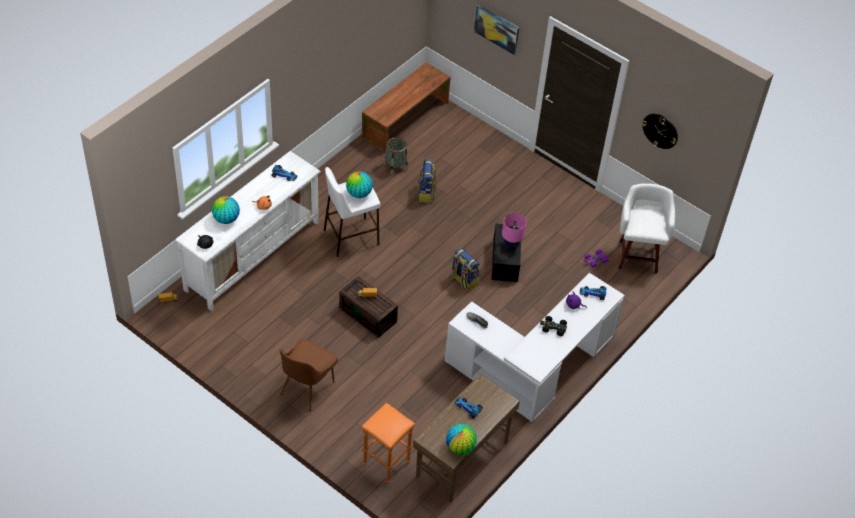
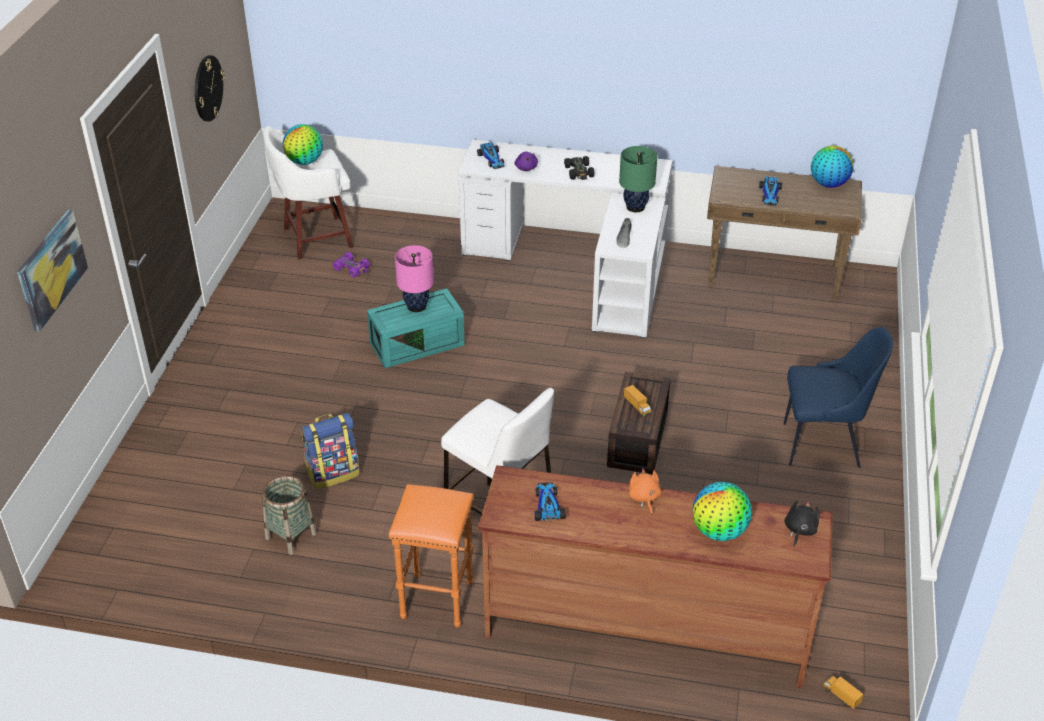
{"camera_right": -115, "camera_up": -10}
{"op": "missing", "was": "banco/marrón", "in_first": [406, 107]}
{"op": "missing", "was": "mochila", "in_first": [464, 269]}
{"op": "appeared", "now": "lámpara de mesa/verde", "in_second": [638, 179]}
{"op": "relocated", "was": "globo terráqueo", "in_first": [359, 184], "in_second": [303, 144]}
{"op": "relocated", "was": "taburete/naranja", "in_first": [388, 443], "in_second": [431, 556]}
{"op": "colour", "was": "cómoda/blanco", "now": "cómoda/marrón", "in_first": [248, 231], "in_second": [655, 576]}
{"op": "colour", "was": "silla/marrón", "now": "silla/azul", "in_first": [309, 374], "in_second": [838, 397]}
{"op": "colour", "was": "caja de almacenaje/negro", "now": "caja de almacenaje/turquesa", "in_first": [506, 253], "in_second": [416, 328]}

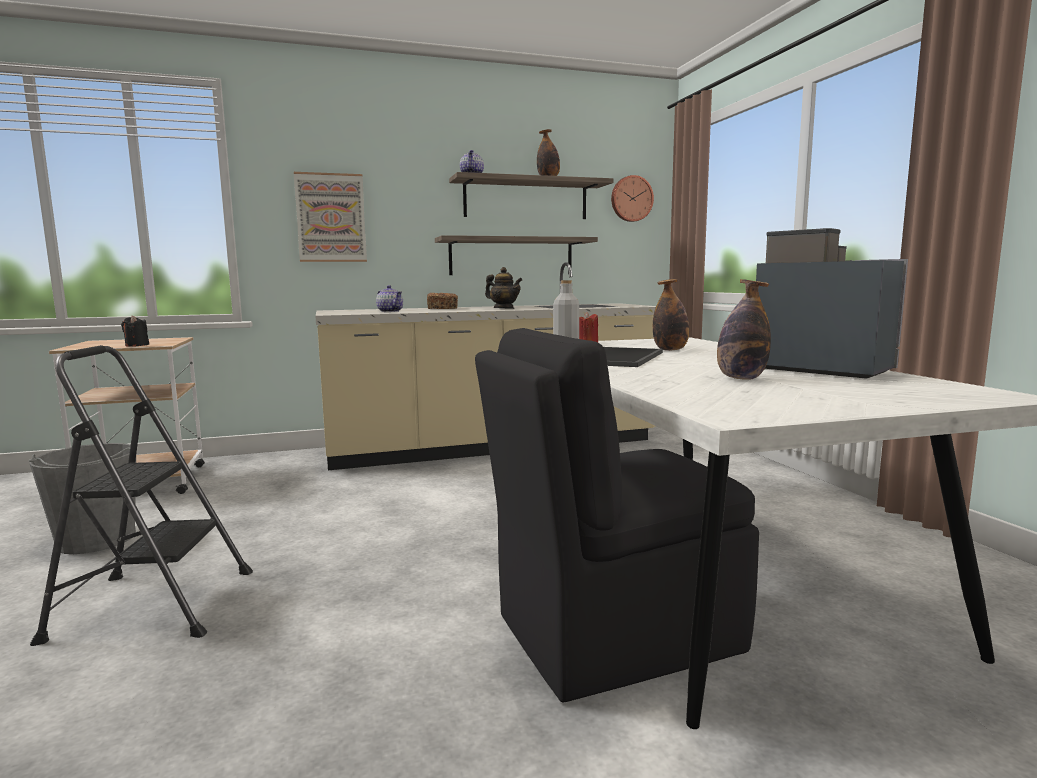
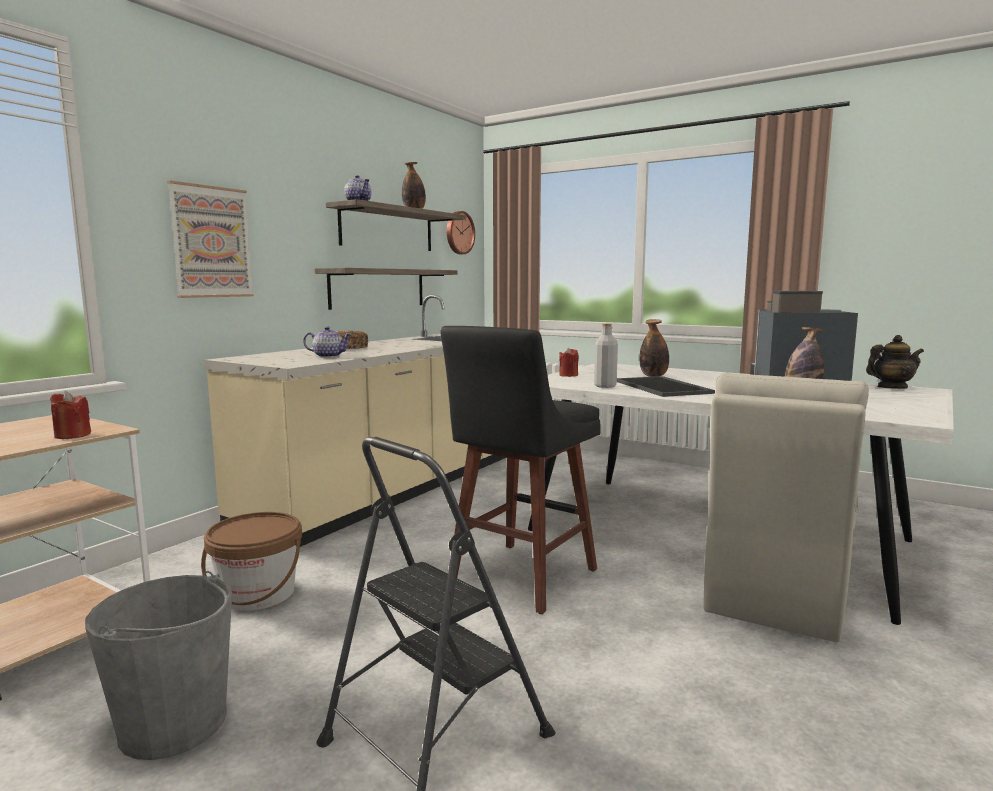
{"camera_right": -40, "camera_up": 0}
{"op": "appeared", "now": "cubo/marrón", "in_second": [251, 561]}
{"op": "appeared", "now": "taburete/negro", "in_second": [521, 470]}
{"op": "relocated", "was": "tetera", "in_first": [503, 288], "in_second": [895, 362]}
{"op": "colour", "was": "vela/negro", "now": "vela/rojo", "in_first": [135, 331], "in_second": [70, 415]}
{"op": "colour", "was": "silla/negro", "now": "silla/beis", "in_first": [617, 515], "in_second": [786, 508]}

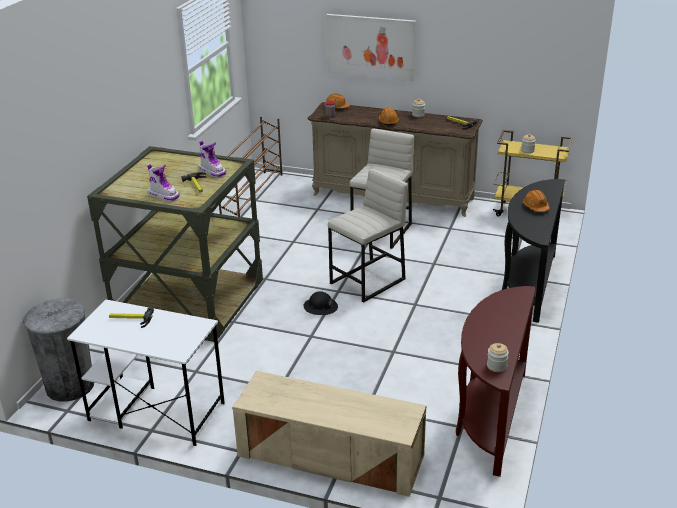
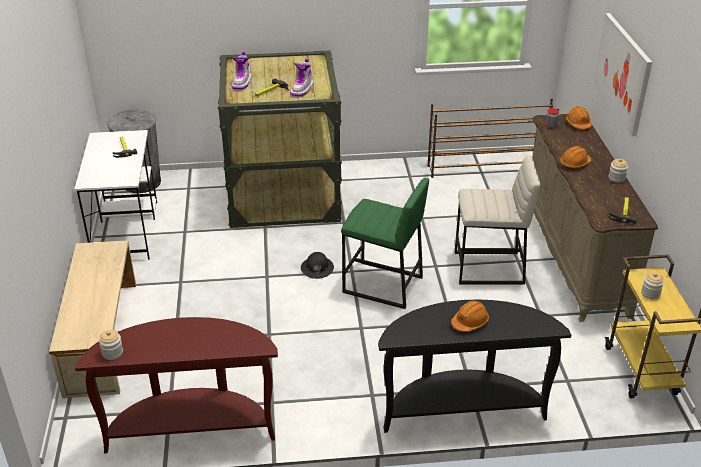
{"camera_right": 65, "camera_up": 5}
{"op": "colour", "was": "taburete/beis", "now": "taburete/verde", "in_first": [368, 236], "in_second": [385, 243]}

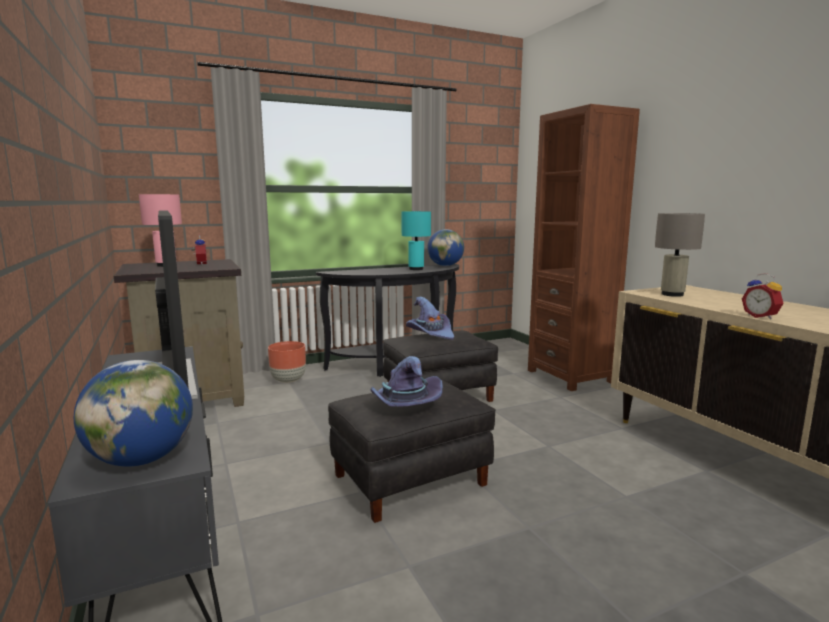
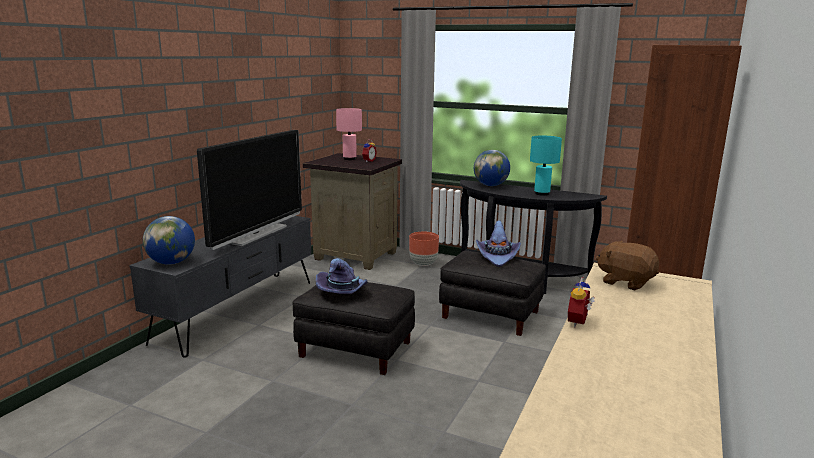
{"camera_right": 50, "camera_up": 5}
{"op": "relocated", "was": "globo terráqueo", "in_first": [445, 247], "in_second": [492, 168]}
{"op": "exchanged", "was": "lámpara de mesa/gris", "now": "peluche/marrón", "in_first": [680, 255], "in_second": [627, 265]}

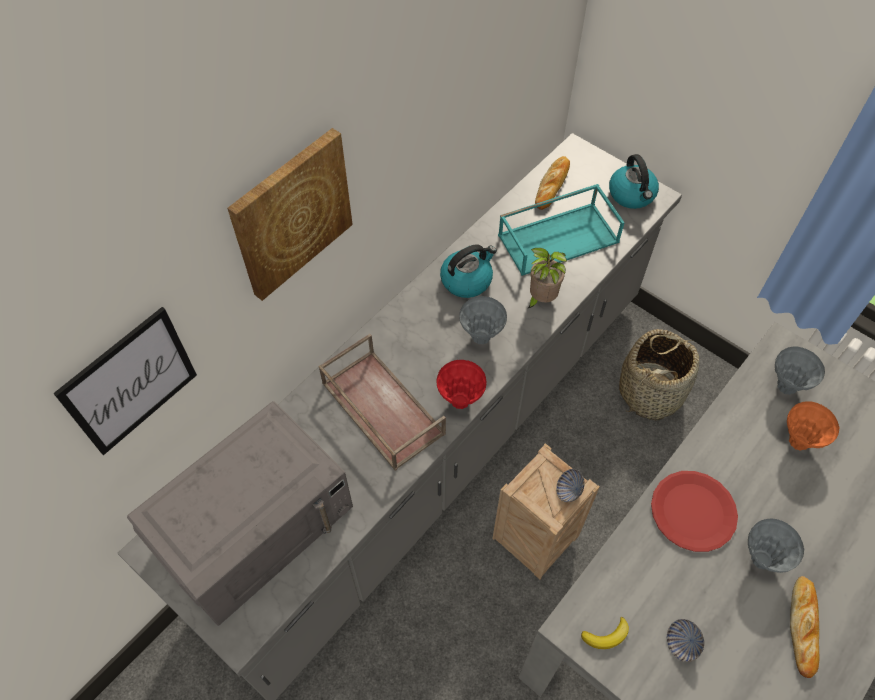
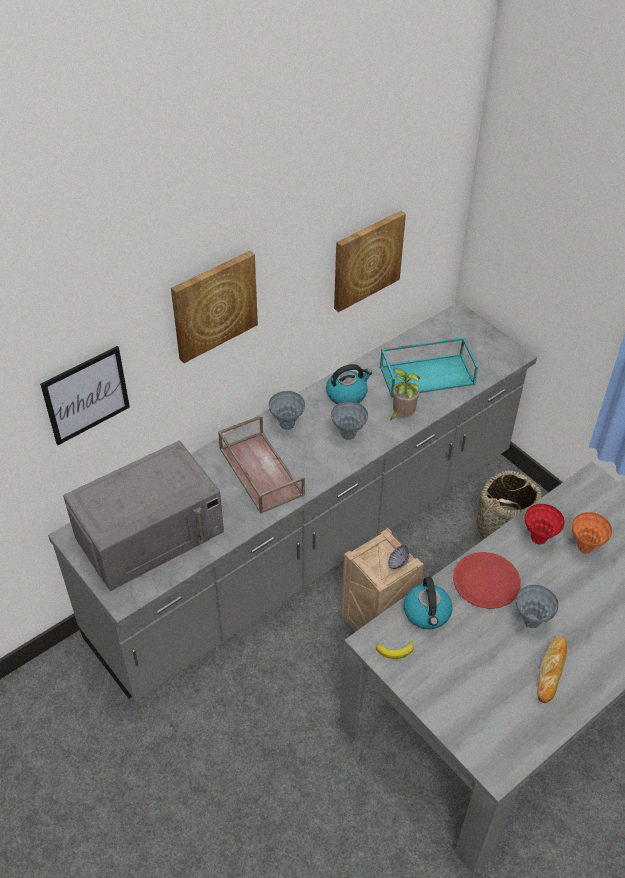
{"camera_right": 10, "camera_up": -10}
{"op": "missing", "was": "pan", "in_first": [552, 183]}
{"op": "missing", "was": "cuenco", "in_first": [685, 640]}
{"op": "appeared", "now": "cuadro", "in_second": [370, 261]}
{"op": "relocated", "was": "florero/rojo", "in_first": [461, 384], "in_second": [544, 524]}
{"op": "relocated", "was": "hervidor", "in_first": [634, 181], "in_second": [428, 603]}
{"op": "relocated", "was": "florero/gris", "in_first": [800, 371], "in_second": [287, 410]}

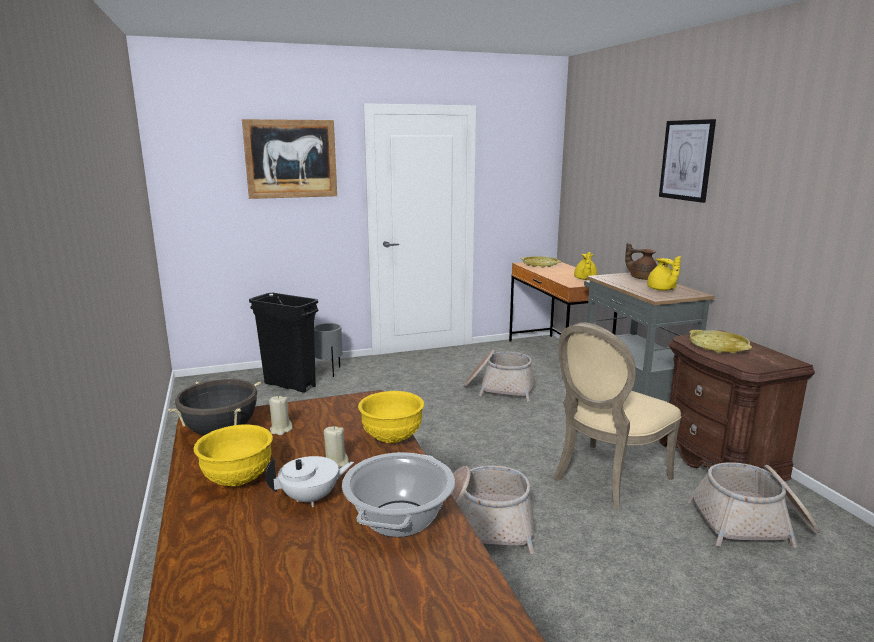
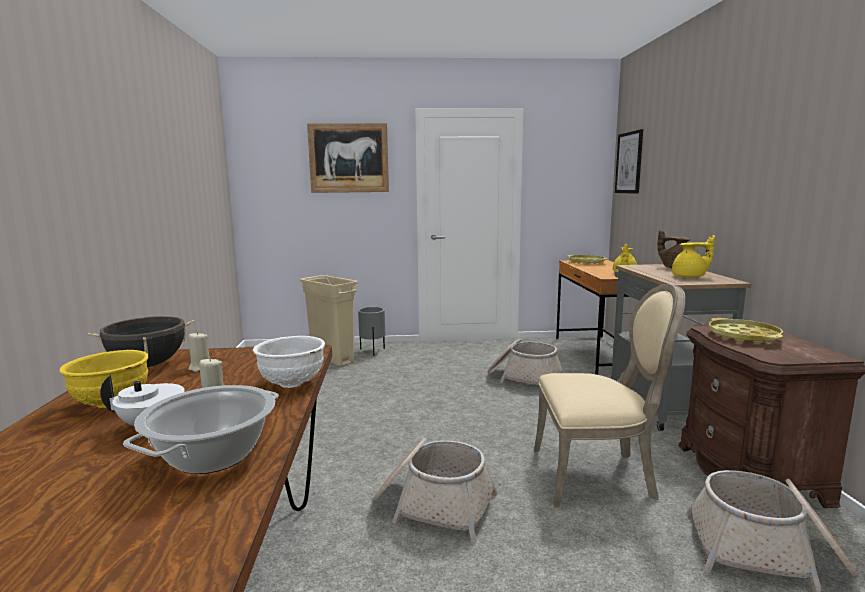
{"camera_right": 15, "camera_up": -5}
{"op": "relocated", "was": "cuadro", "in_first": [687, 161], "in_second": [629, 161]}
{"op": "colour", "was": "papelera/negro", "now": "papelera/beis", "in_first": [284, 343], "in_second": [329, 320]}
{"op": "colour", "was": "cuenco/amarillo", "now": "cuenco/blanco", "in_first": [391, 417], "in_second": [289, 362]}
{"op": "spun", "was": "silla/beis", "in_first": [617, 416], "in_second": [610, 395], "clockwise": -150}
{"op": "spun", "was": "tetera/amarillo", "in_first": [664, 273], "in_second": [693, 256], "clockwise": -90}

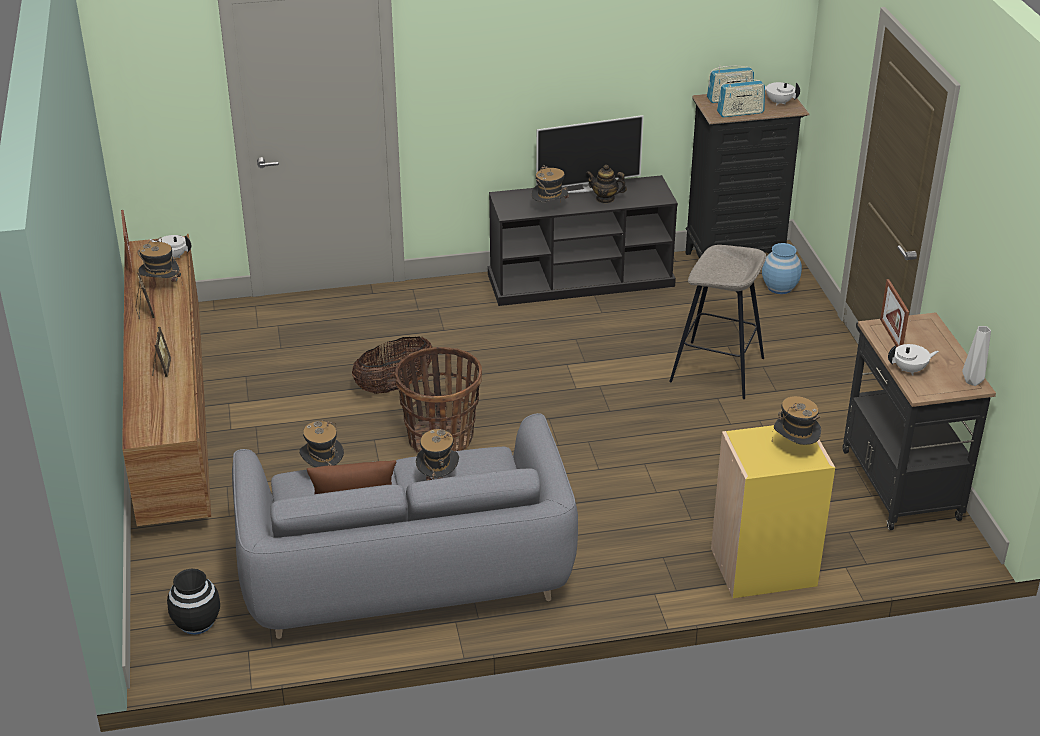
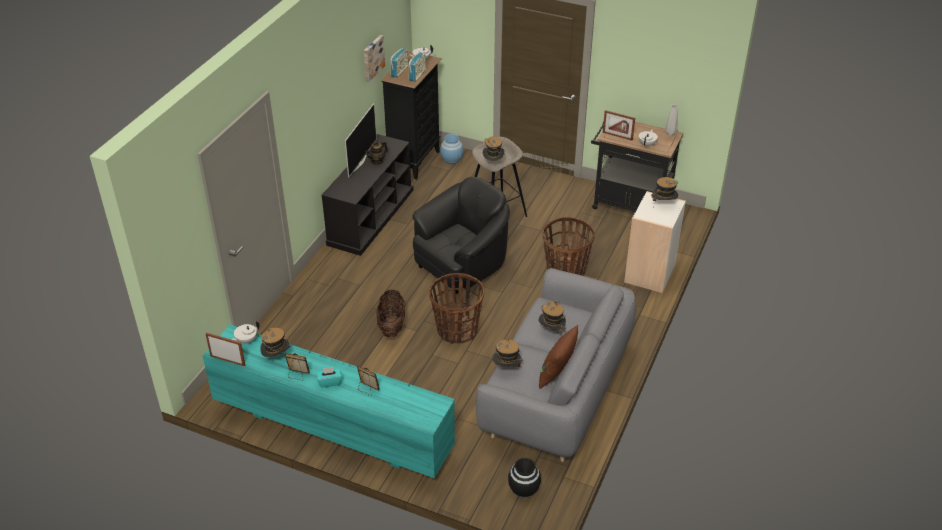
{"camera_right": -55, "camera_up": 5}
{"op": "appeared", "now": "caja de pañuelos/turquesa", "in_second": [329, 377]}
{"op": "appeared", "now": "cuadro", "in_second": [374, 58]}
{"op": "appeared", "now": "sillón/negro", "in_second": [461, 235]}
{"op": "appeared", "now": "cesta", "in_second": [568, 246]}
{"op": "relocated", "was": "sombrero", "in_first": [550, 183], "in_second": [494, 149]}
{"op": "colour", "was": "armario/marrón", "now": "armario/turquesa", "in_first": [166, 380], "in_second": [328, 401]}
{"op": "colour", "was": "estantería/amarillo", "now": "estantería/blanco", "in_first": [773, 511], "in_second": [655, 242]}

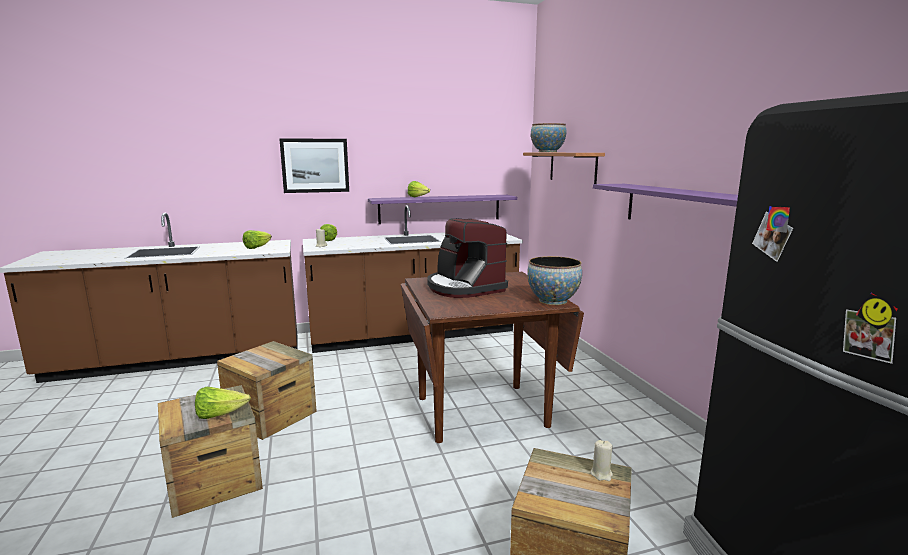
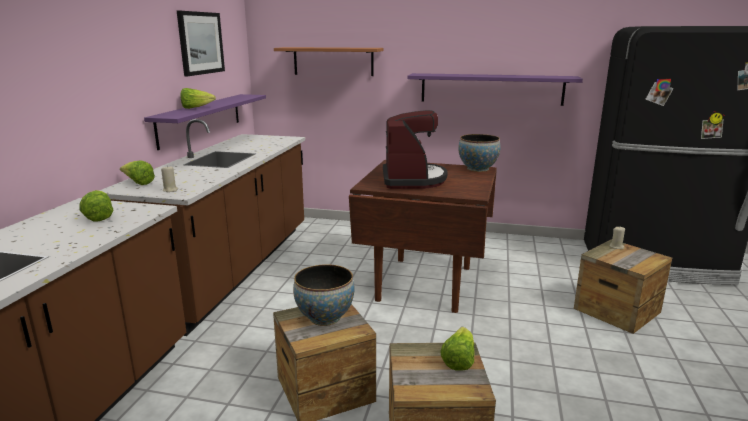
{"camera_right": -60, "camera_up": 5}
{"op": "relocated", "was": "cuadro", "in_first": [314, 165], "in_second": [201, 43]}
{"op": "relocated", "was": "cuenco", "in_first": [548, 137], "in_second": [323, 295]}
{"op": "spun", "was": "cafetera", "in_first": [467, 258], "in_second": [415, 149], "clockwise": -90}

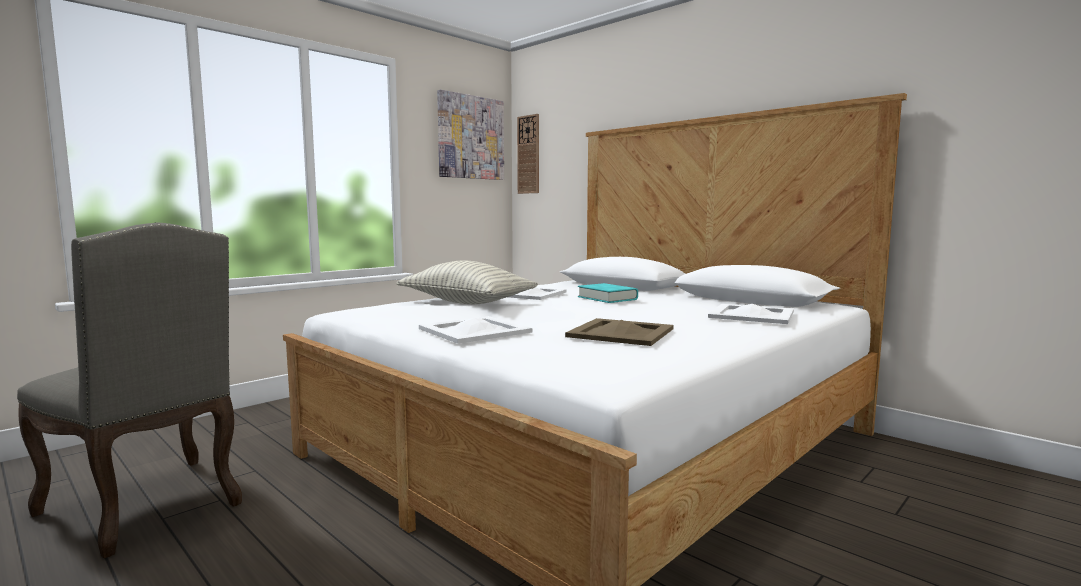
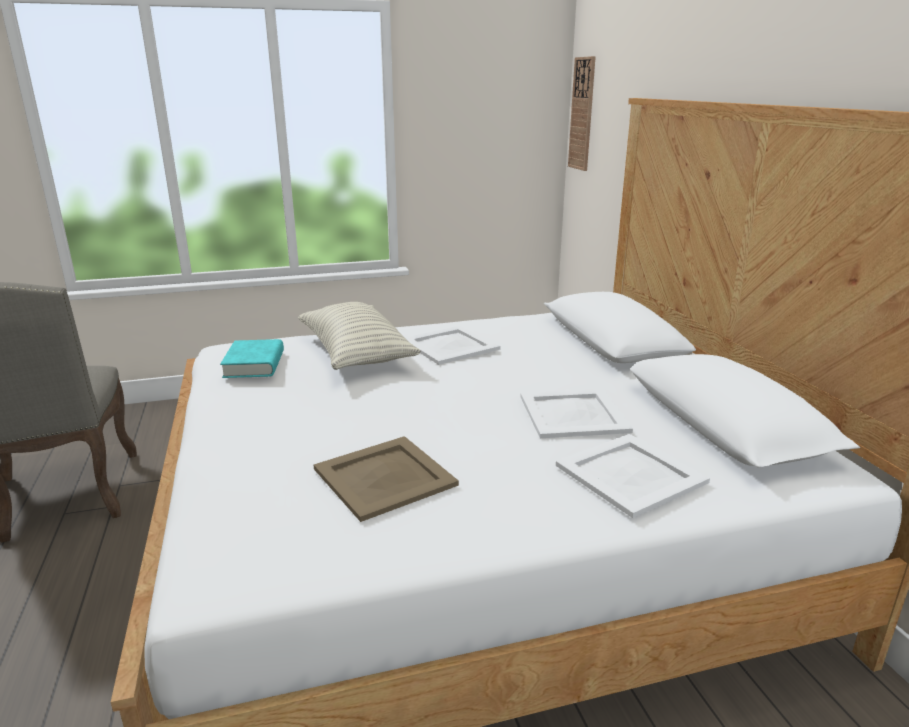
{"camera_right": 30, "camera_up": 15}
{"op": "missing", "was": "cuadro", "in_first": [470, 134]}
{"op": "relocated", "was": "bandeja/blanco", "in_first": [475, 330], "in_second": [576, 413]}
{"op": "relocated", "was": "libro/turquesa", "in_first": [608, 293], "in_second": [252, 358]}

